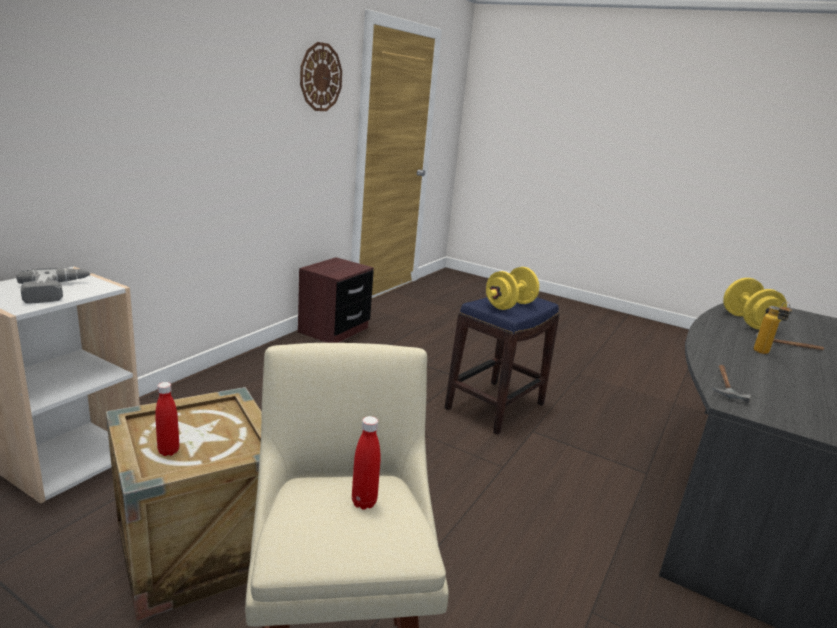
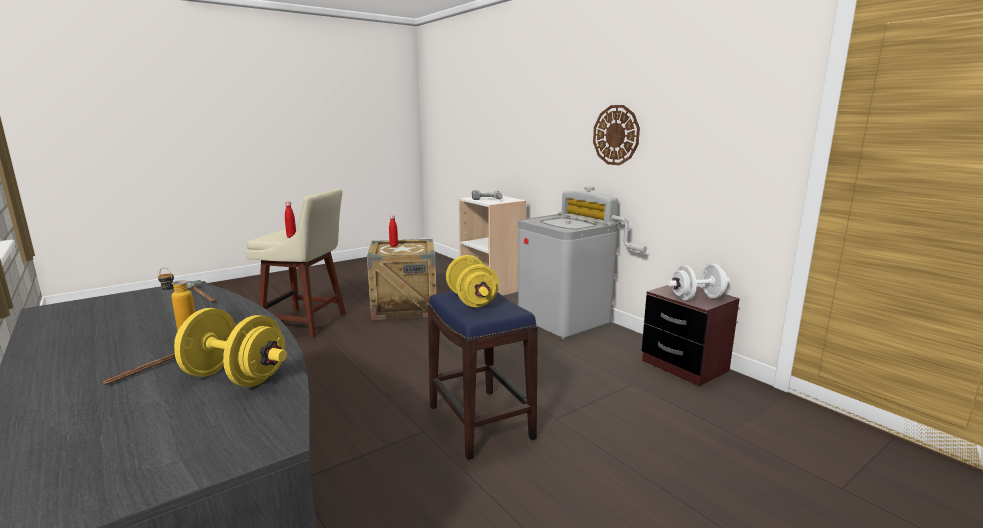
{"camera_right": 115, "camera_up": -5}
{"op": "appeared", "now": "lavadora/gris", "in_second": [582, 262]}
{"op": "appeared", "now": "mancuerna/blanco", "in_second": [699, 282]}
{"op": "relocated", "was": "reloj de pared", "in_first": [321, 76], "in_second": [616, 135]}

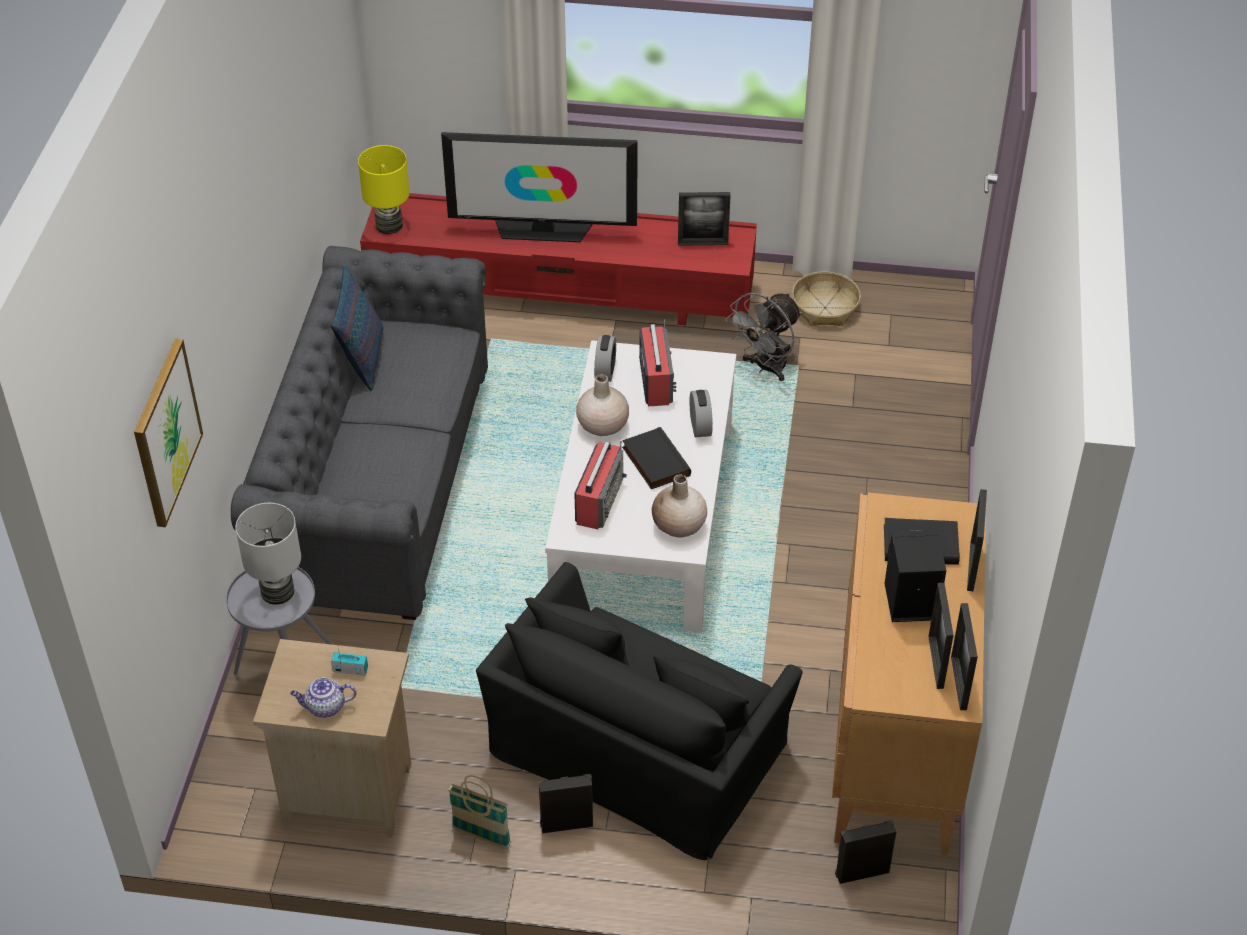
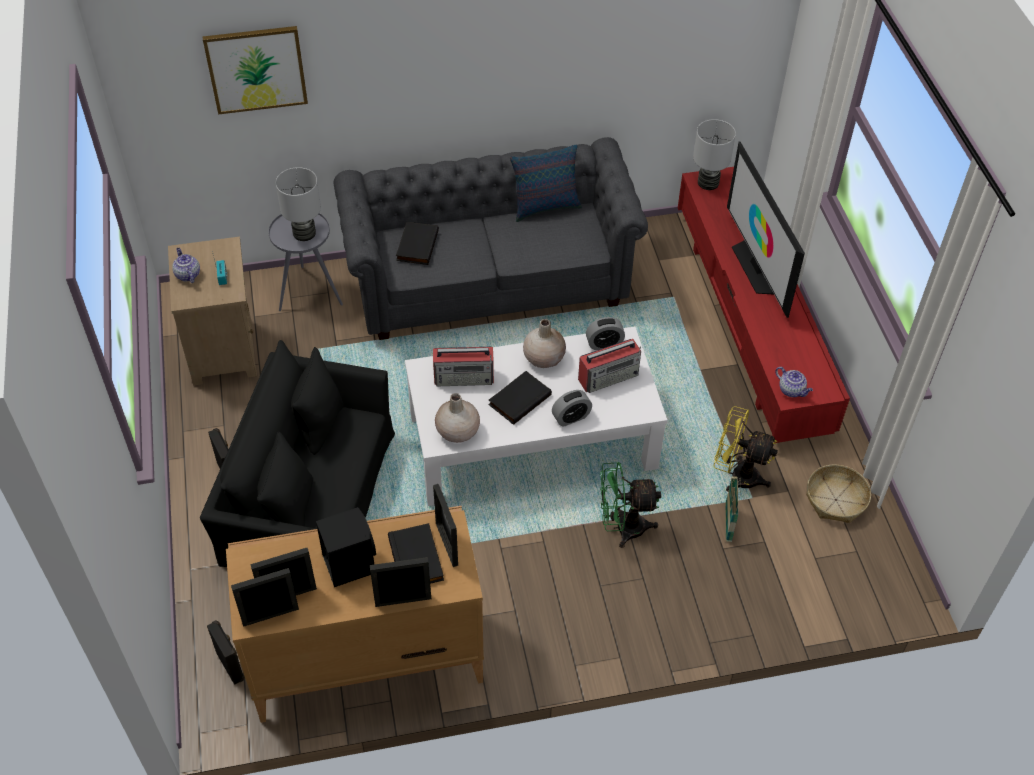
{"camera_right": 70, "camera_up": 5}
{"op": "appeared", "now": "libro/negro", "in_second": [417, 243]}
{"op": "appeared", "now": "ventilador/verde", "in_second": [630, 505]}
{"op": "appeared", "now": "tetera", "in_second": [794, 382]}
{"op": "relocated", "was": "cesta", "in_first": [479, 812], "in_second": [733, 509]}
{"op": "relocated", "was": "portarretratos", "in_first": [704, 219], "in_second": [445, 525]}
{"op": "colour", "was": "lámpara de mesa/amarillo", "now": "lámpara de mesa/gris", "in_first": [384, 189], "in_second": [714, 154]}
{"op": "colour", "was": "ventilador/gris", "now": "ventilador/amarillo", "in_first": [763, 337], "in_second": [746, 449]}

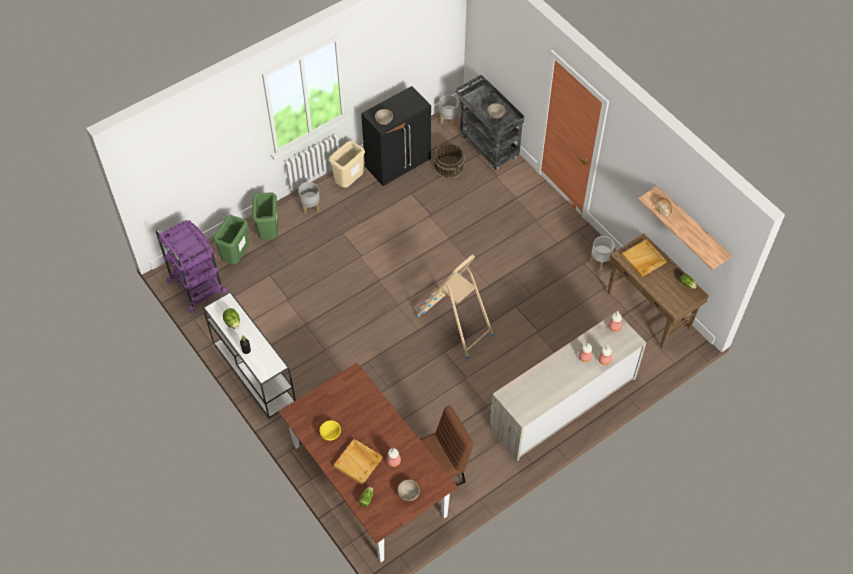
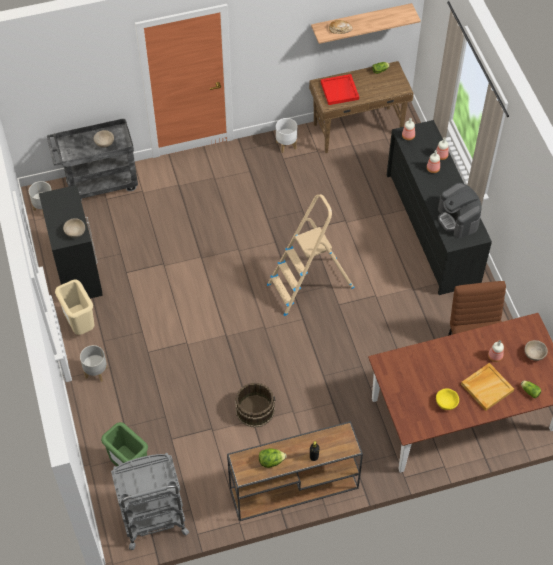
{"camera_right": -70, "camera_up": 0}
{"op": "missing", "was": "papelera/verde", "in_first": [265, 216]}
{"op": "appeared", "now": "cafetera", "in_second": [460, 210]}
{"op": "relocated", "was": "cubo/marrón", "in_first": [449, 161], "in_second": [255, 405]}
{"op": "colour", "was": "carrito/morado", "now": "carrito/gris", "in_first": [191, 266], "in_second": [150, 501]}
{"op": "colour", "was": "mesa consola/blanco", "now": "mesa consola/marrón", "in_first": [249, 354], "in_second": [295, 471]}
{"op": "colour", "was": "cómoda/blanco", "now": "cómoda/negro", "in_first": [567, 386], "in_second": [439, 207]}
{"op": "colour", "was": "bandeja/beis", "now": "bandeja/rojo", "in_first": [644, 258], "in_second": [340, 89]}

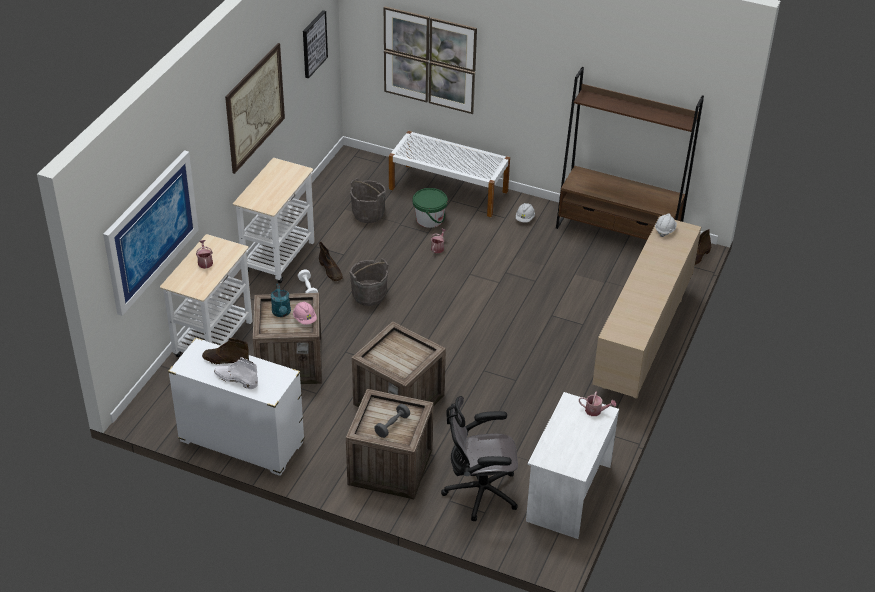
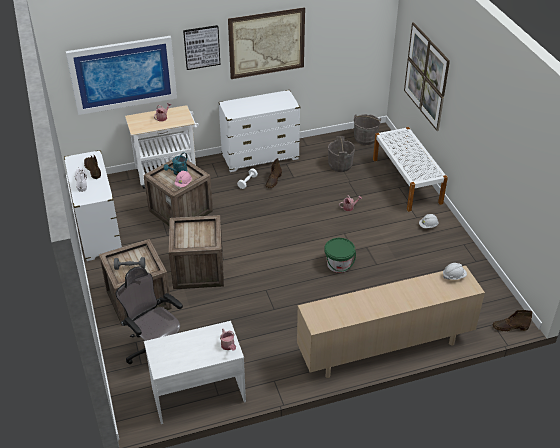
{"camera_right": 50, "camera_up": 0}
{"op": "missing", "was": "estantería/marrón", "in_first": [630, 153]}
{"op": "relocated", "was": "cuadro", "in_first": [315, 44], "in_second": [202, 47]}
{"op": "relocated", "was": "cubo/gris", "in_first": [368, 282], "in_second": [367, 129]}
{"op": "relocated", "was": "cubo/verde", "in_first": [430, 208], "in_second": [340, 255]}
{"op": "exchanged", "was": "carrito/blanco", "now": "cómoda/blanco", "in_first": [274, 220], "in_second": [259, 131]}

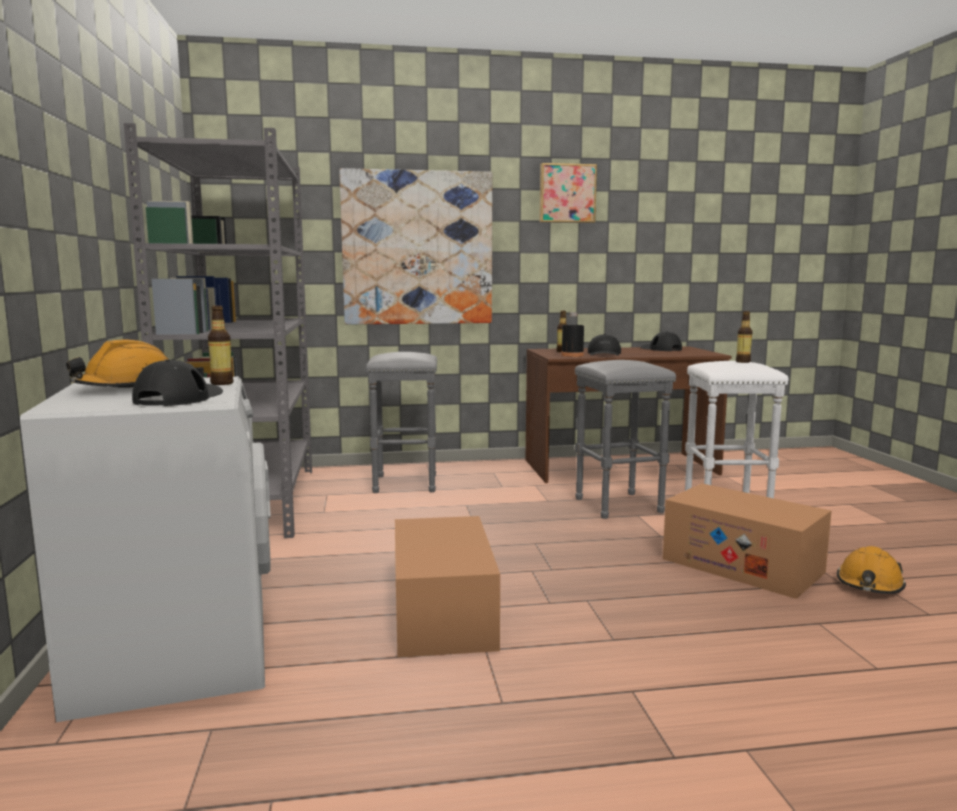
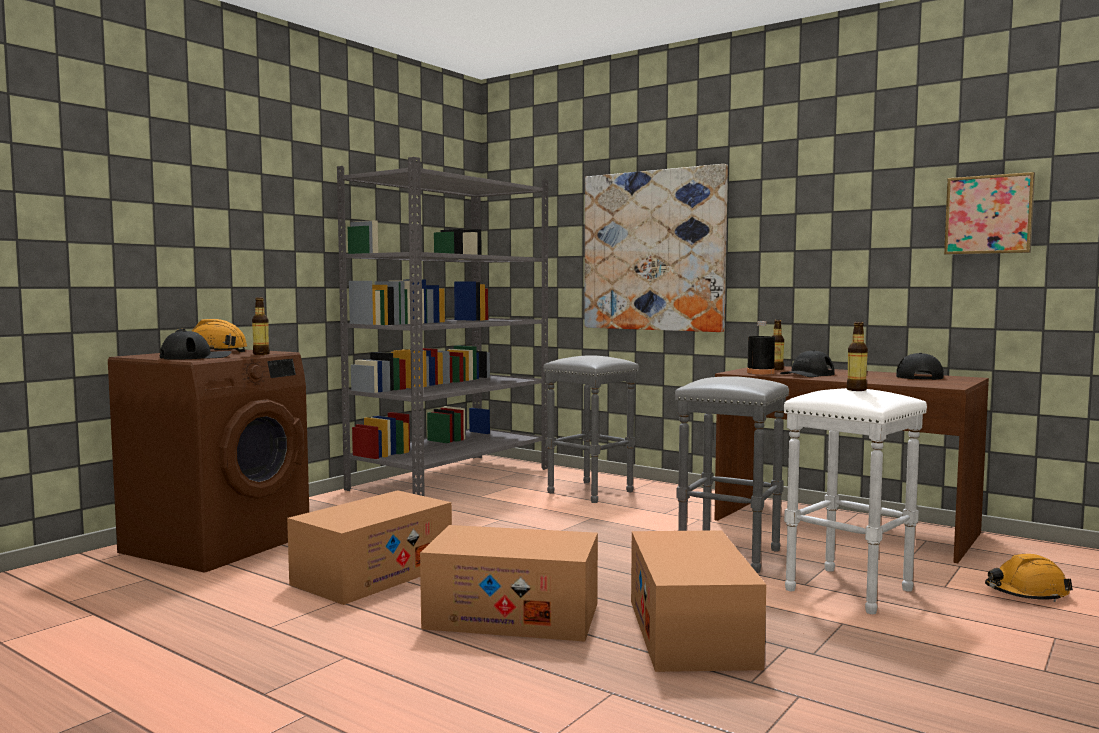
{"camera_right": 45, "camera_up": -5}
{"op": "appeared", "now": "caja de cartón", "in_second": [509, 583]}
{"op": "relocated", "was": "cuadro", "in_first": [568, 193], "in_second": [989, 213]}
{"op": "relocated", "was": "casco/naranja", "in_first": [871, 570], "in_second": [1029, 578]}
{"op": "colour", "was": "lavadora/blanco", "now": "lavadora/marrón", "in_first": [145, 549], "in_second": [208, 460]}

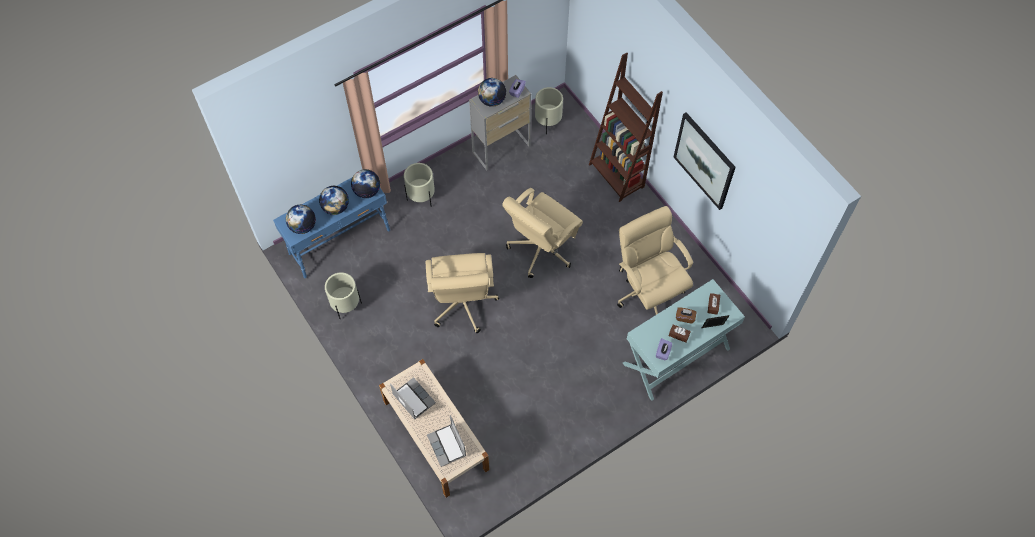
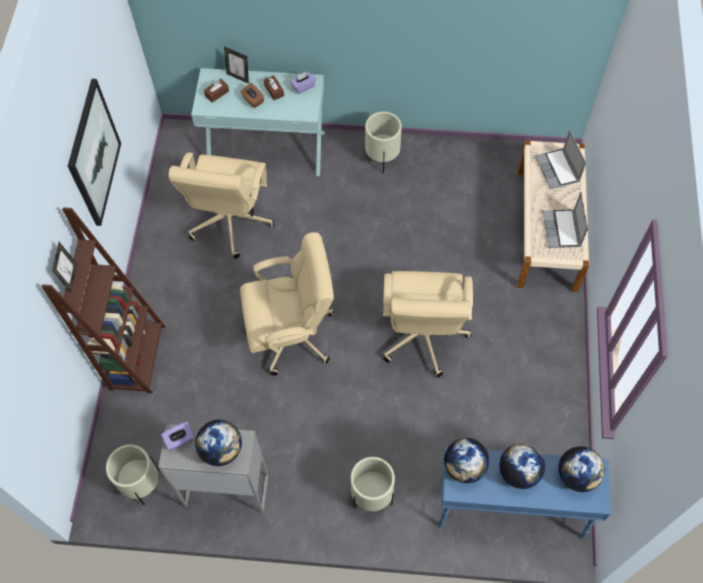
{"camera_right": -140, "camera_up": 0}
{"op": "appeared", "now": "portarretratos", "in_second": [64, 267]}
{"op": "relocated", "was": "maceta/beis", "in_first": [343, 295], "in_second": [383, 142]}
{"op": "spun", "was": "silla de oficina/beis", "in_first": [462, 293], "in_second": [428, 324], "clockwise": 150}
{"op": "spun", "was": "portátil", "in_first": [446, 441], "in_second": [560, 159], "clockwise": 150}

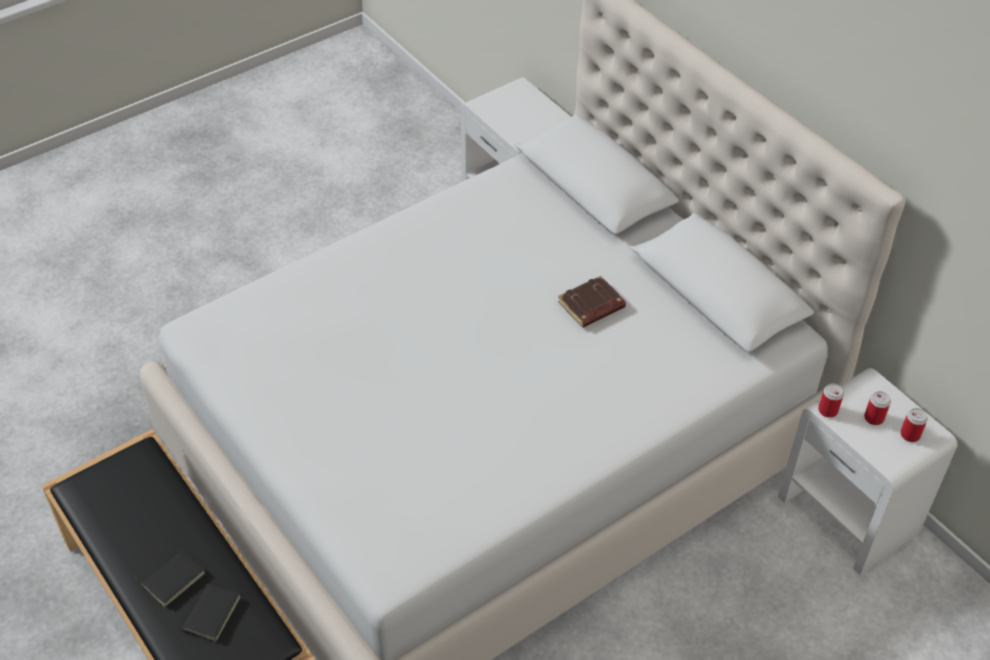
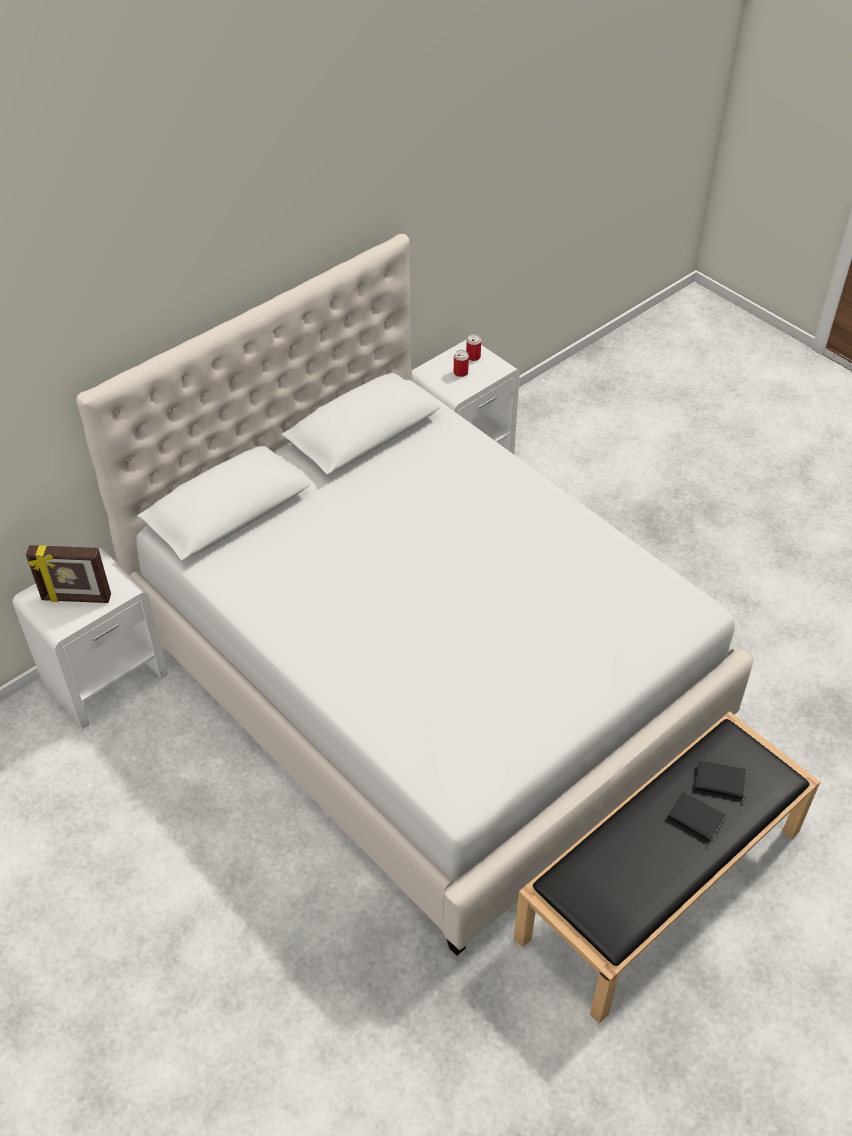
{"camera_right": -95, "camera_up": 0}
{"op": "missing", "was": "libro/marrón", "in_first": [592, 302]}
{"op": "missing", "was": "lata", "in_first": [831, 401]}
{"op": "appeared", "now": "portarretratos", "in_second": [68, 574]}

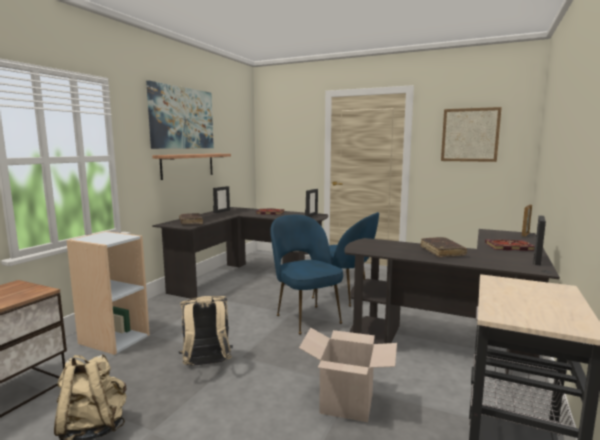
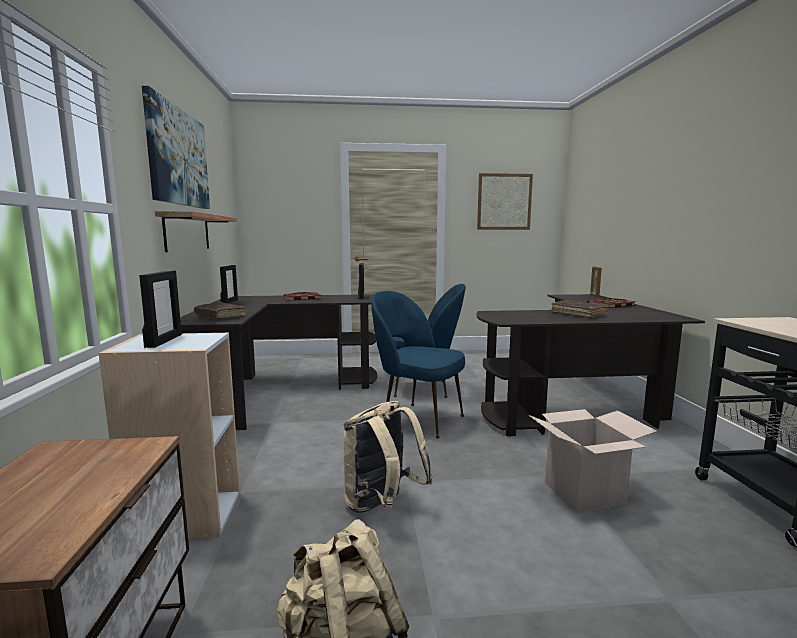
{"camera_right": -30, "camera_up": 0}
{"op": "relocated", "was": "portarretratos", "in_first": [539, 241], "in_second": [160, 309]}

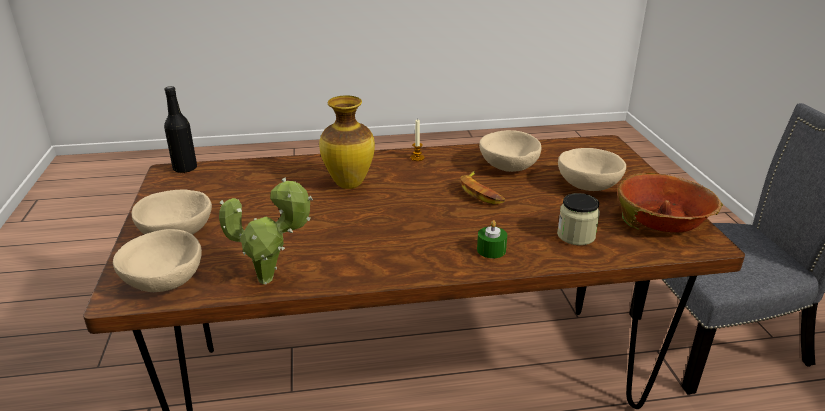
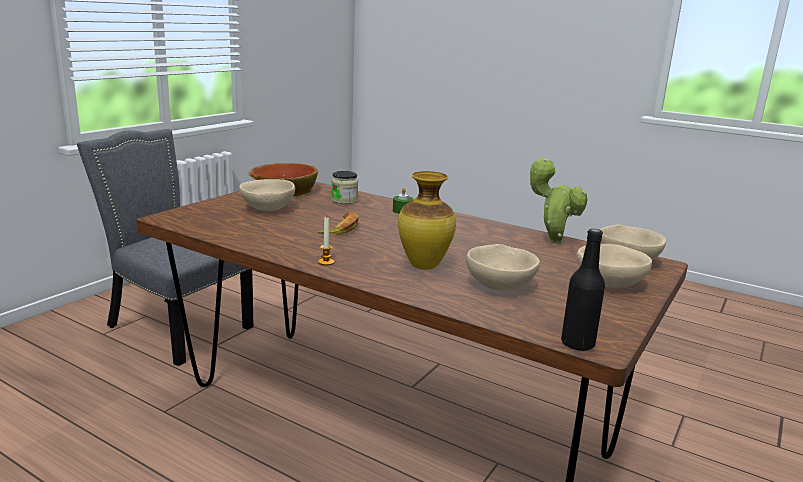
{"camera_right": -140, "camera_up": -10}
{"op": "relocated", "was": "cuenco/beis", "in_first": [510, 151], "in_second": [503, 267]}

